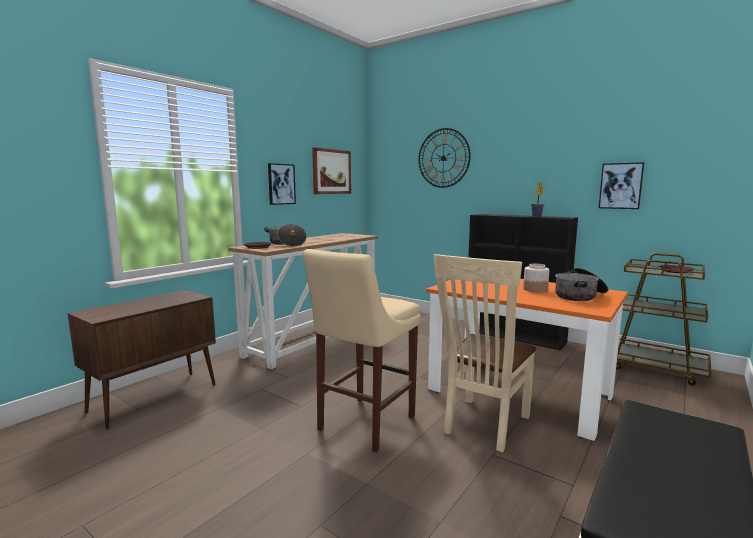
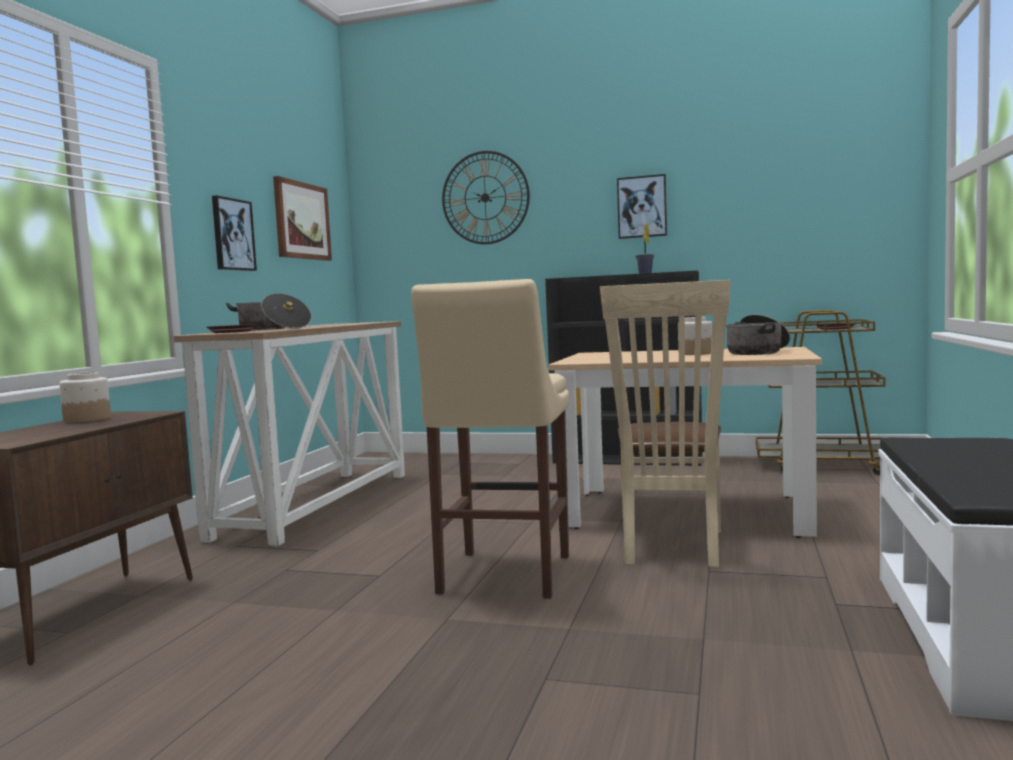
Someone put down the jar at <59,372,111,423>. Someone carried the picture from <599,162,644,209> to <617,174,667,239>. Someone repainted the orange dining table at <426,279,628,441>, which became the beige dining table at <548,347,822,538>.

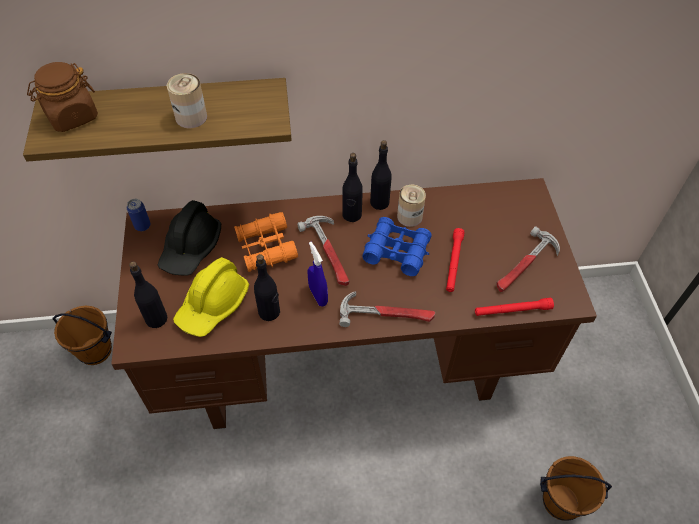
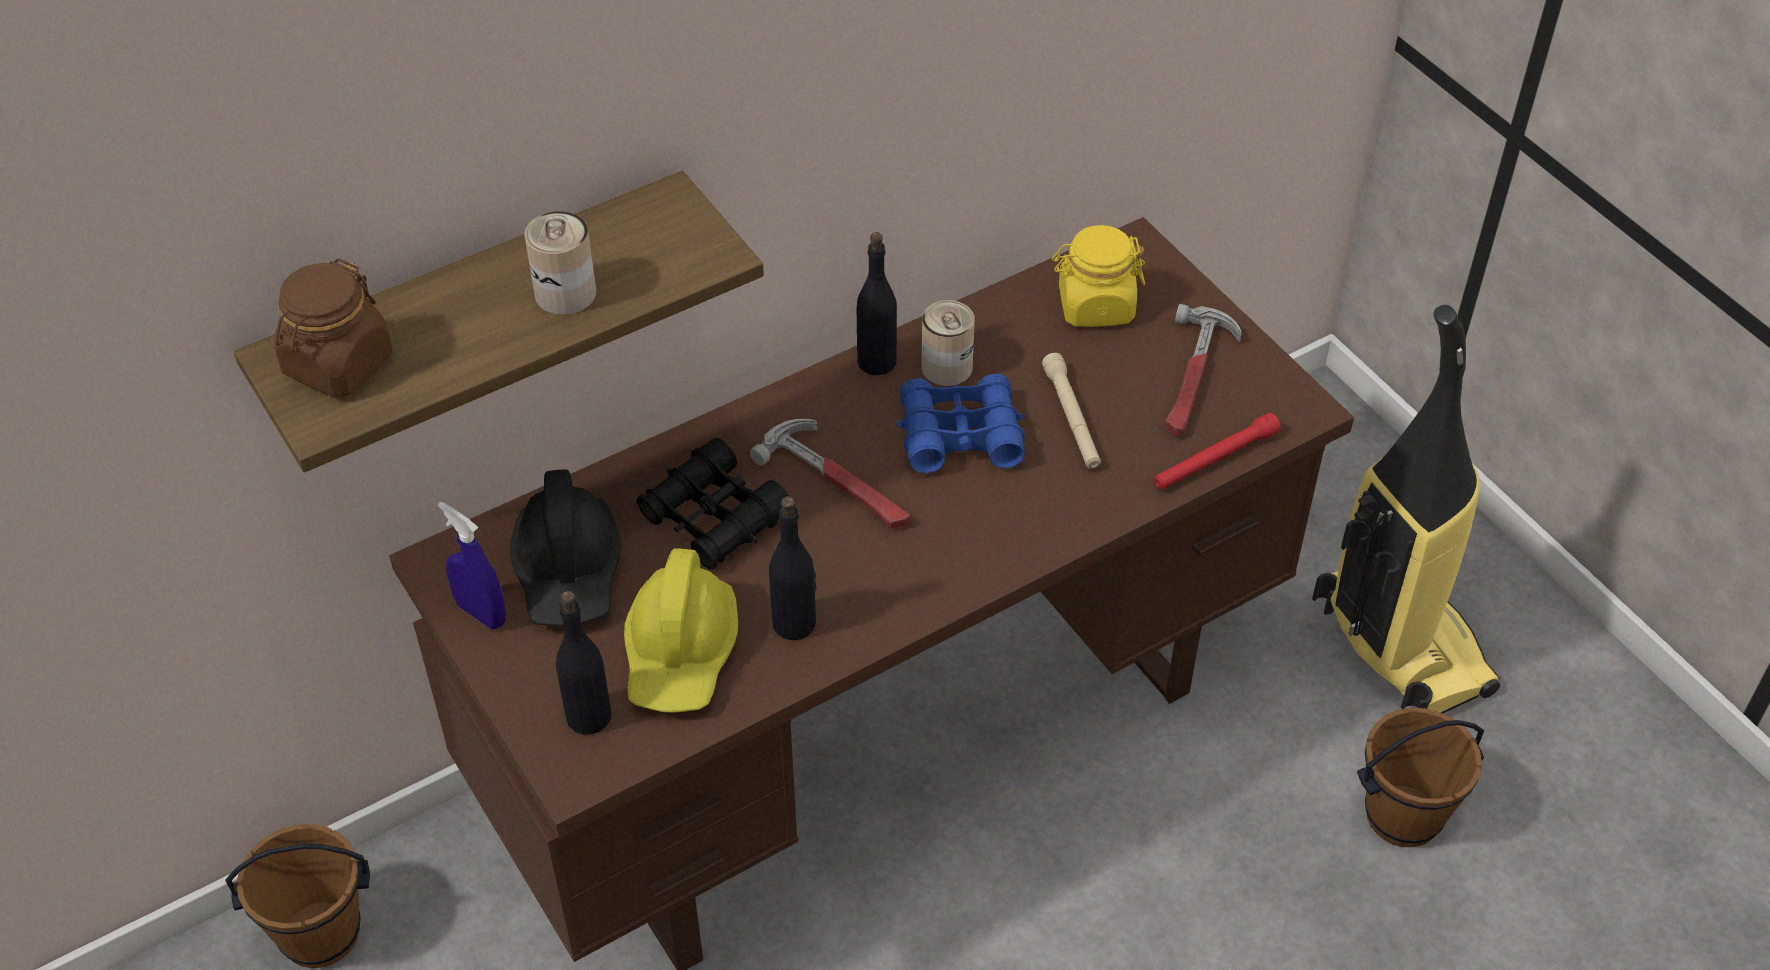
Someone took away the can at <127,199,151,231>. Someone took away the hammer at <339,291,435,327>. Someone took away the black bottle at <342,153,363,222>. Someone put down the yellow jar at <1052,225,1145,327>. Someone put down the vacuum cleaner at <1312,305,1500,713>. Someone carried the blue spray bottle from <307,242,328,307> to <438,502,506,629>. Someone repainted the orange binoculars at <234,212,298,272>, which became the black binoculars at <636,438,789,570>. Someone repainted the red flashlight at <446,228,465,292>, which became the beige flashlight at <1042,353,1101,469>.

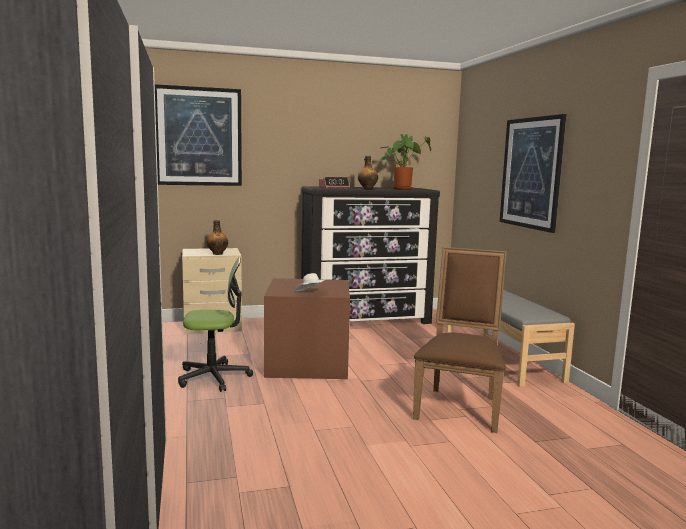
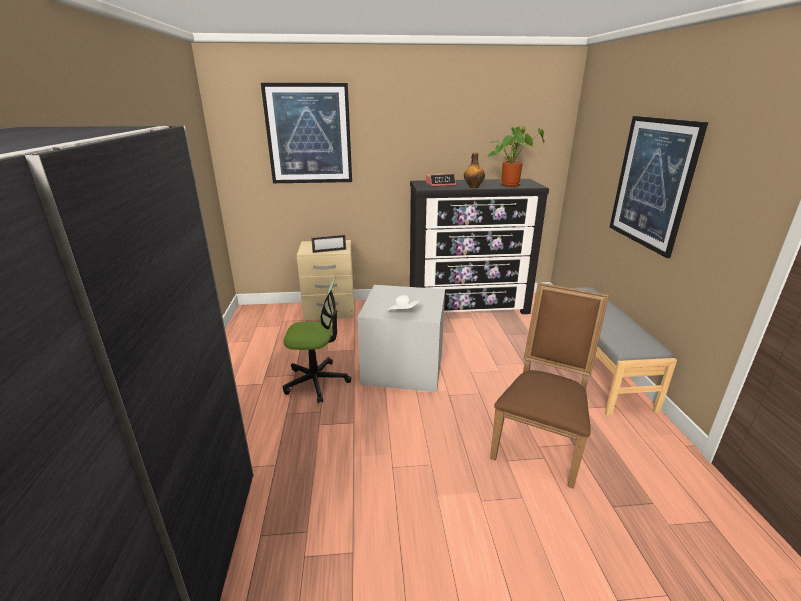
Someone swapped the bottle at <207,220,228,255> for the picture frame at <311,234,346,253>. Someone repainted the brown storage box at <264,278,350,379>, which became the grey storage box at <357,285,445,392>.

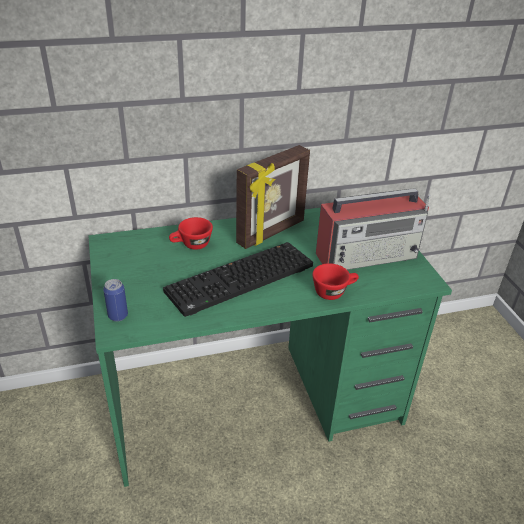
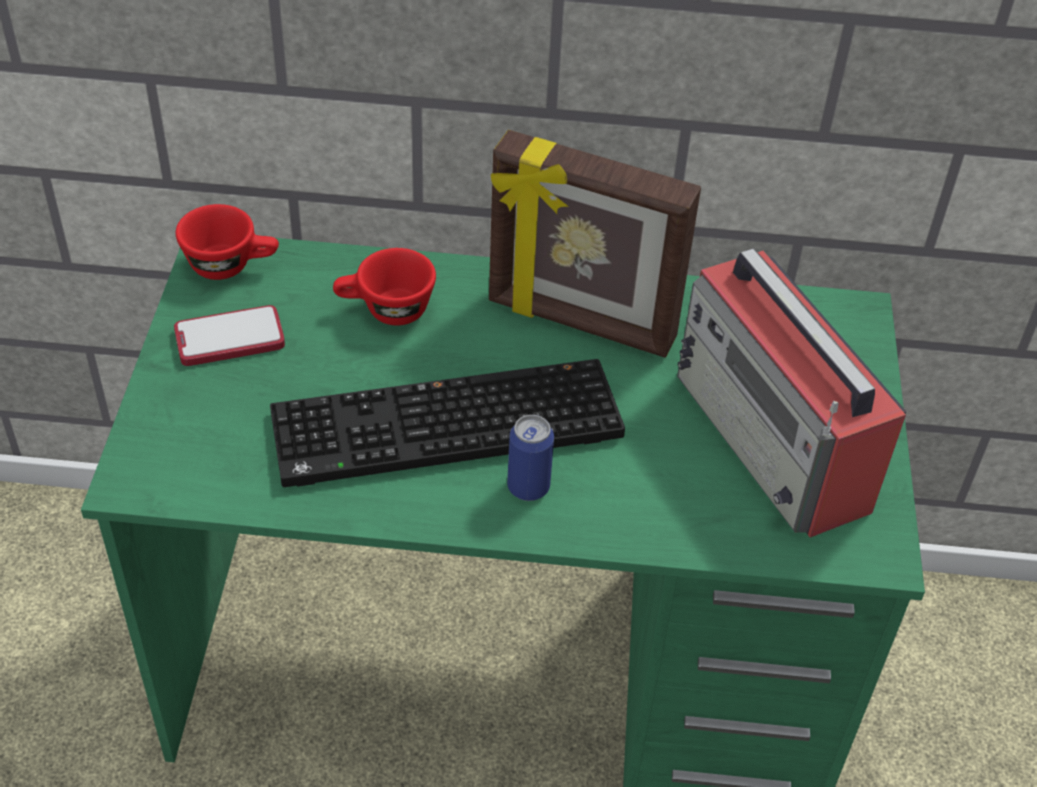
Someone put down the phone at <174,305,285,366>. Someone carried the can from <103,279,128,321> to <507,415,554,501>. Someone carried the red cup from <312,263,359,300> to <176,204,279,280>. Someone rotated the picture frame at <236,145,310,249> by 45 degrees clockwise. Someone rotated the radio at <316,188,430,270> by 60 degrees clockwise.

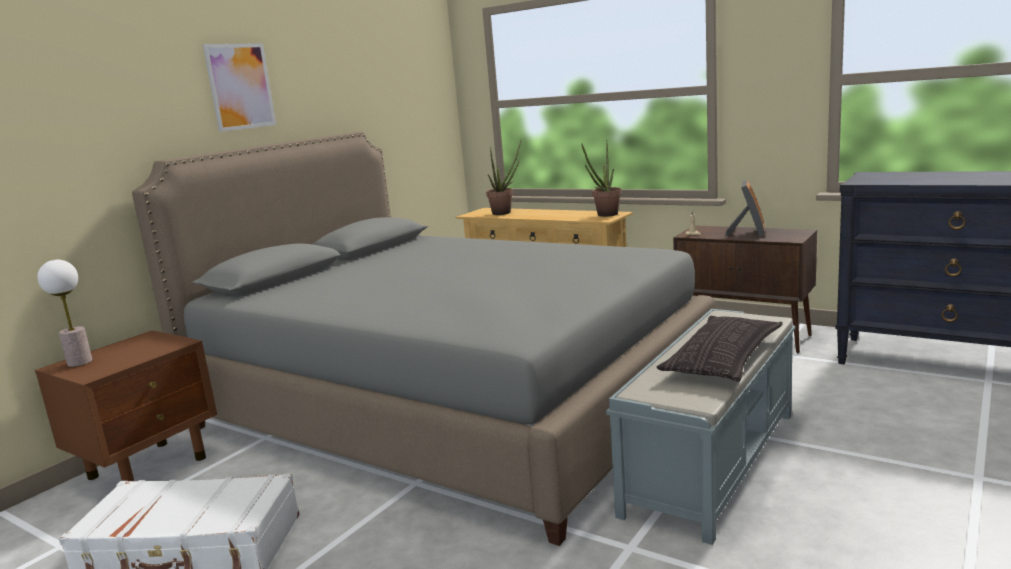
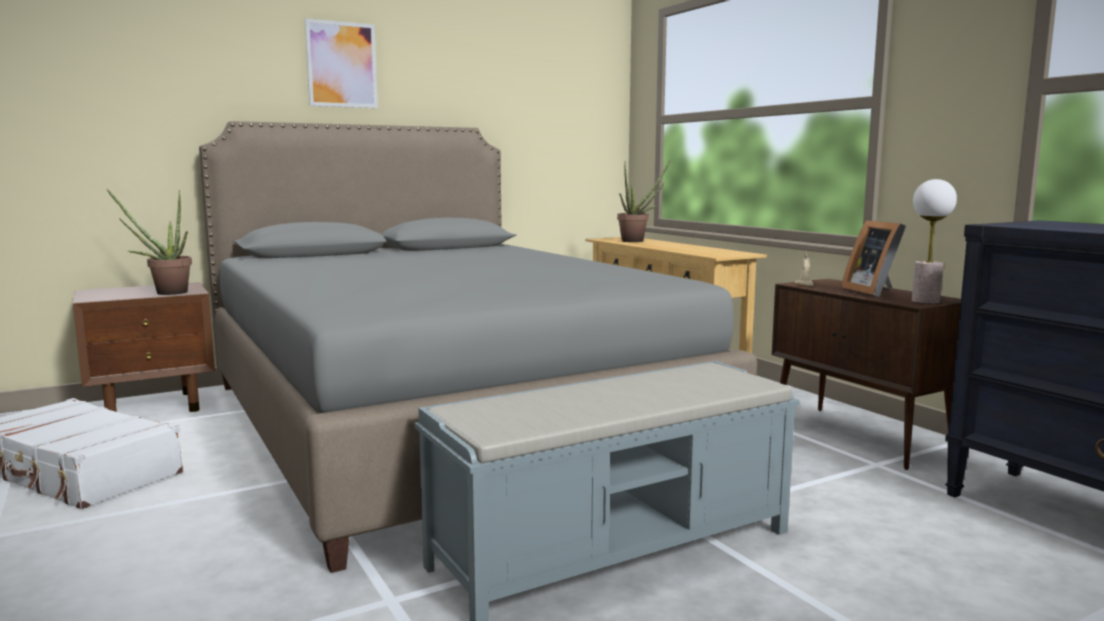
Someone took away the pillow at <657,316,783,382>. Someone carried the table lamp from <37,260,93,367> to <912,179,957,304>. Someone carried the potted plant from <581,143,621,217> to <107,189,192,295>. Someone rotated the picture frame at <725,180,765,237> by 120 degrees clockwise.

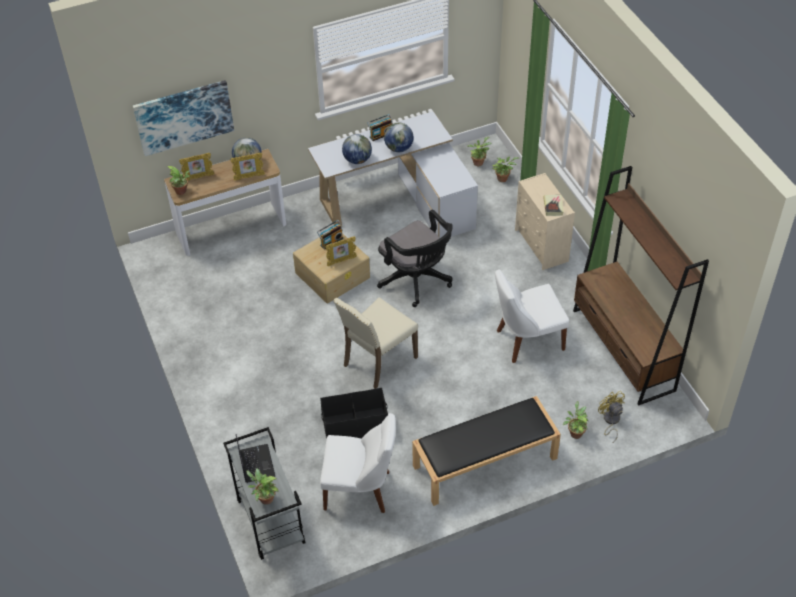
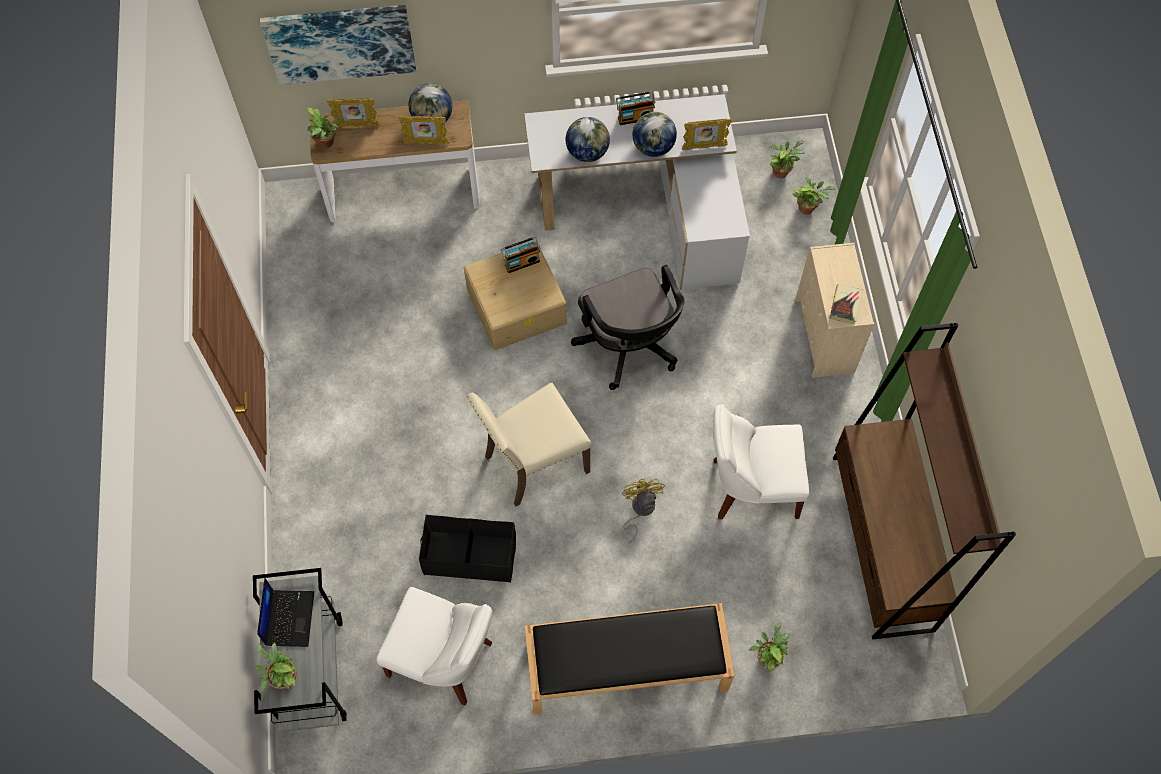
Someone carried the picture frame from <325,236,357,266> to <682,119,731,150>. Someone carried the yellow fan from <598,391,625,443> to <622,478,665,543>.

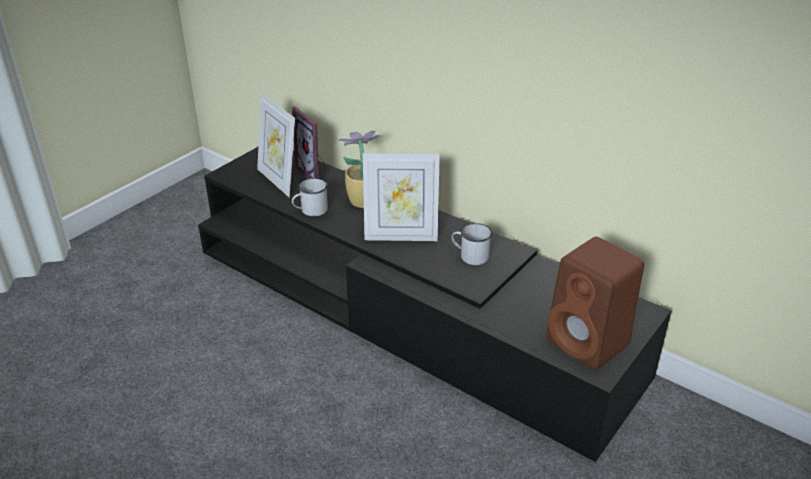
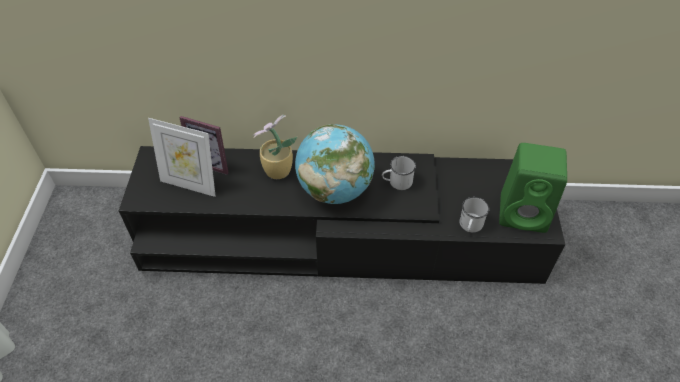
Someone carried the white mug from <292,178,328,216> to <459,197,489,233>. Someone swapped the picture frame at <363,153,440,241> for the globe at <295,124,375,204>. Someone repainted the brown speaker at <546,237,644,370>, which became the green speaker at <499,143,567,233>.

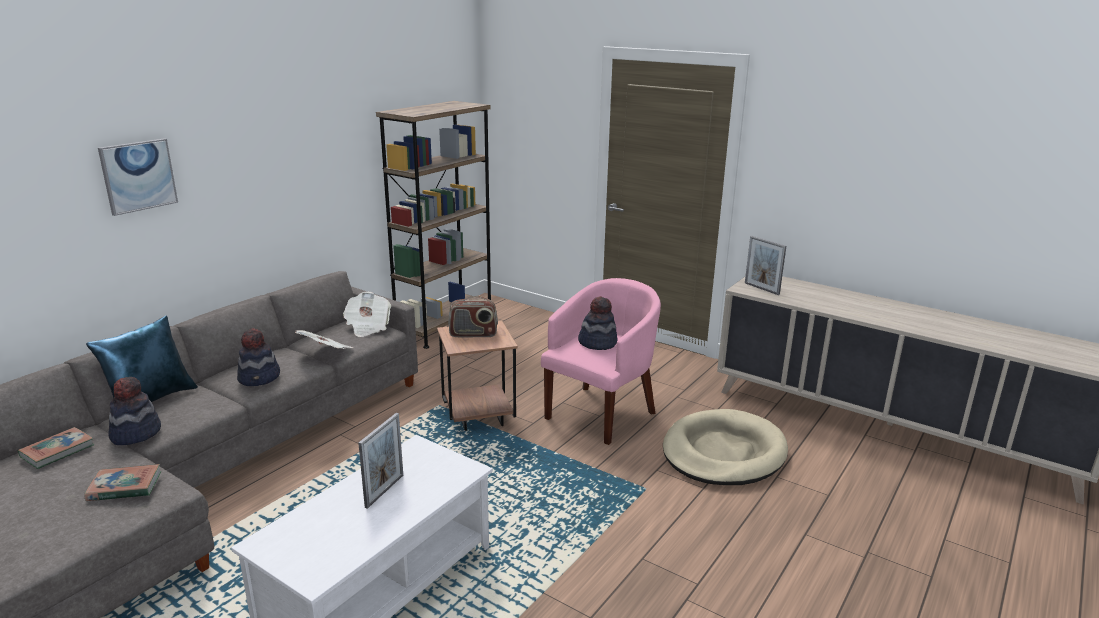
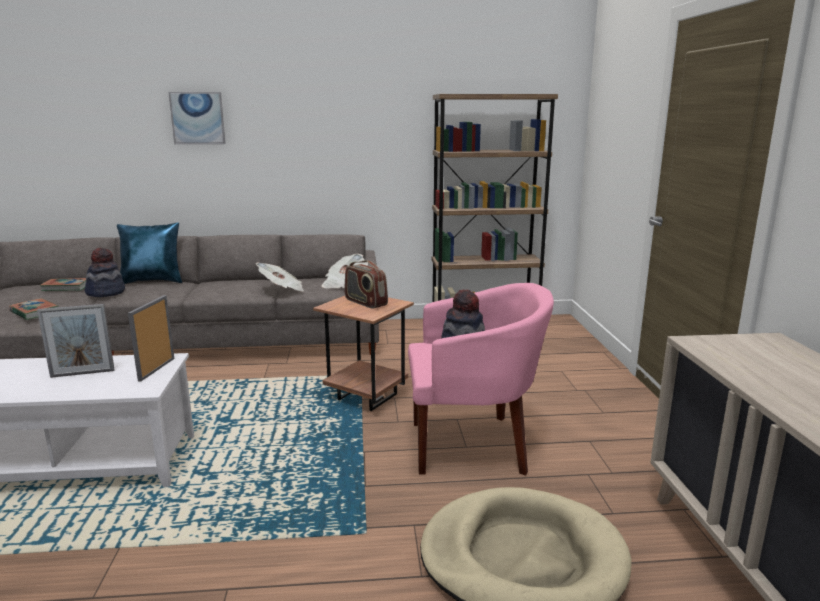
Someone took away the hat at <237,328,280,386>. Someone carried the picture frame from <745,236,786,295> to <128,295,174,382>.

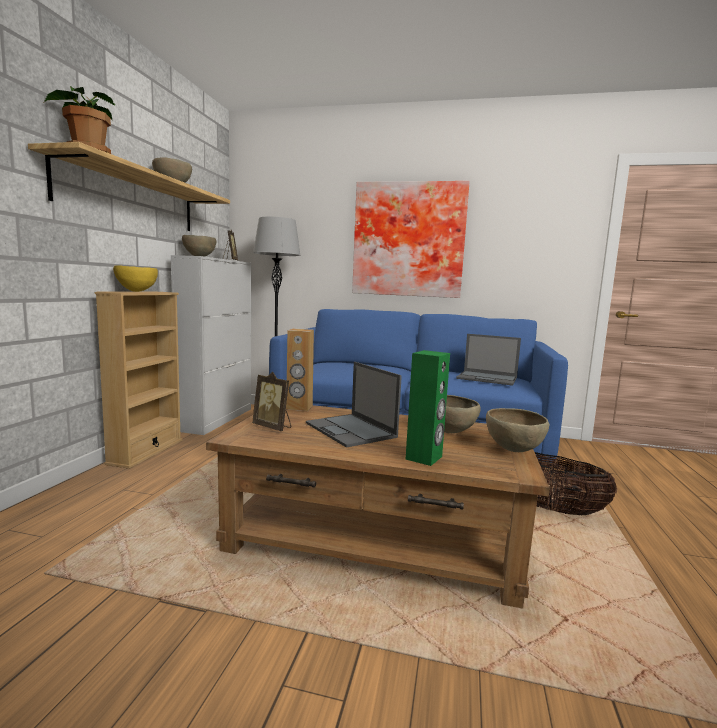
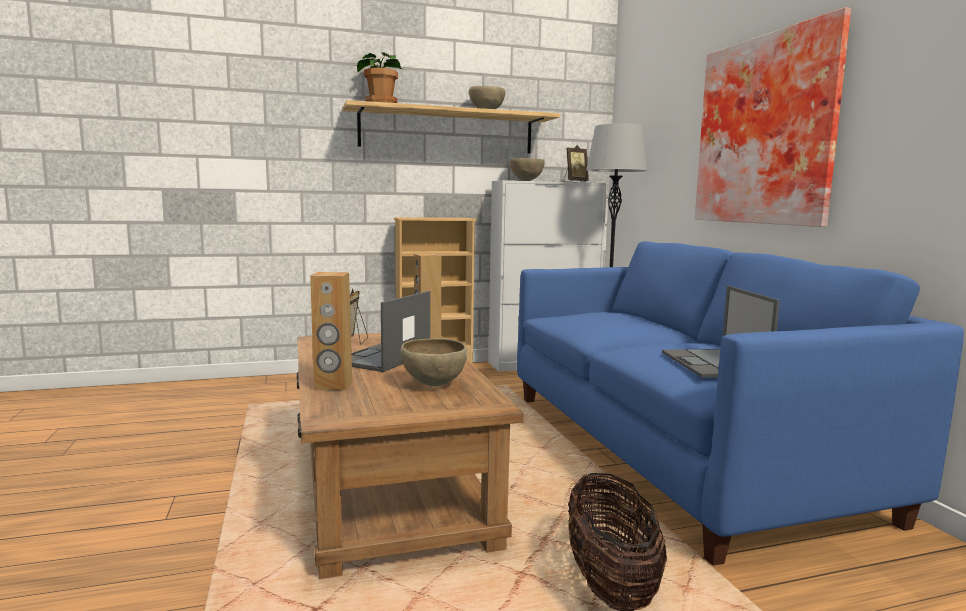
Someone took away the yellow bowl at <113,265,158,292>. Someone took away the brown bowl at <486,408,550,452>. Someone repainted the green speaker at <406,350,450,466>, which became the brown speaker at <310,272,352,390>.

